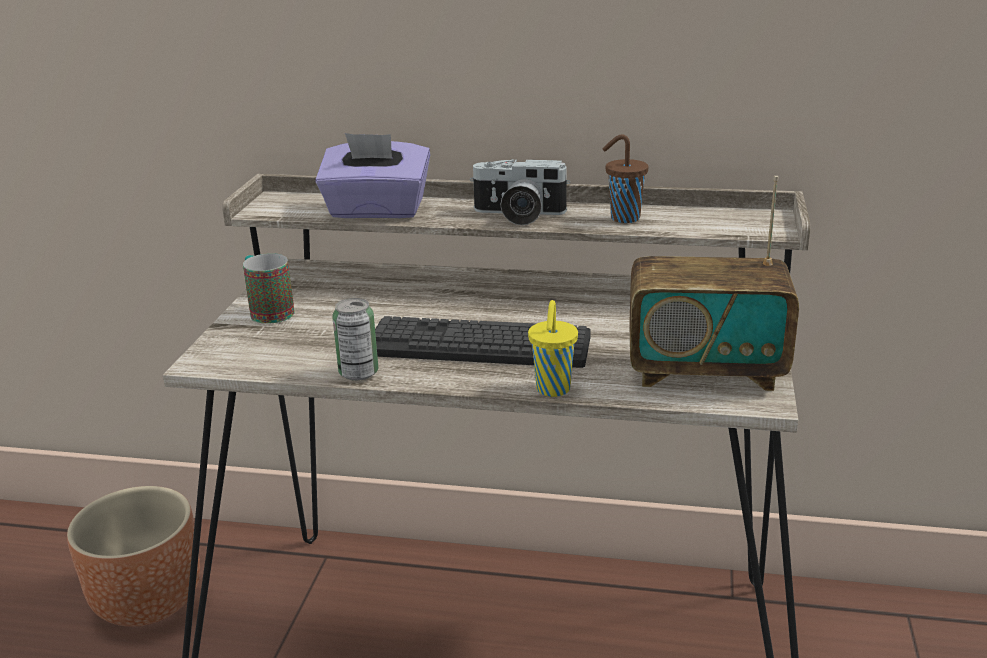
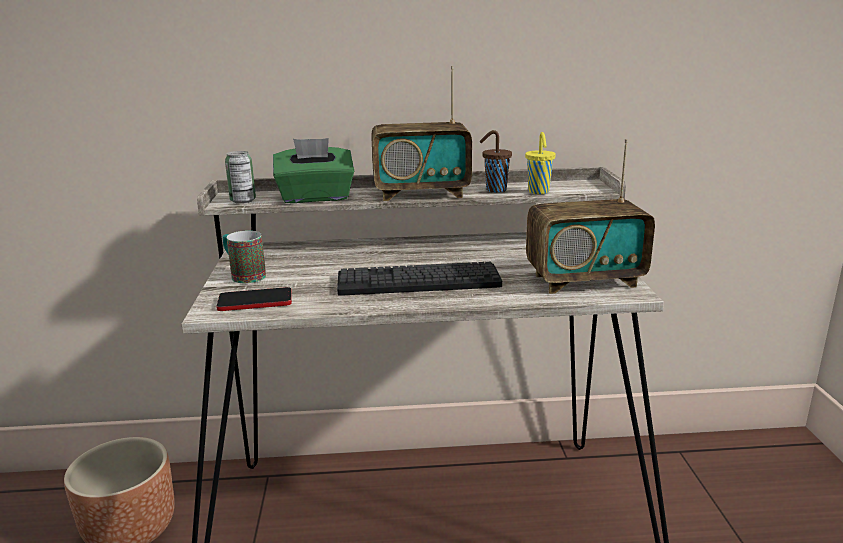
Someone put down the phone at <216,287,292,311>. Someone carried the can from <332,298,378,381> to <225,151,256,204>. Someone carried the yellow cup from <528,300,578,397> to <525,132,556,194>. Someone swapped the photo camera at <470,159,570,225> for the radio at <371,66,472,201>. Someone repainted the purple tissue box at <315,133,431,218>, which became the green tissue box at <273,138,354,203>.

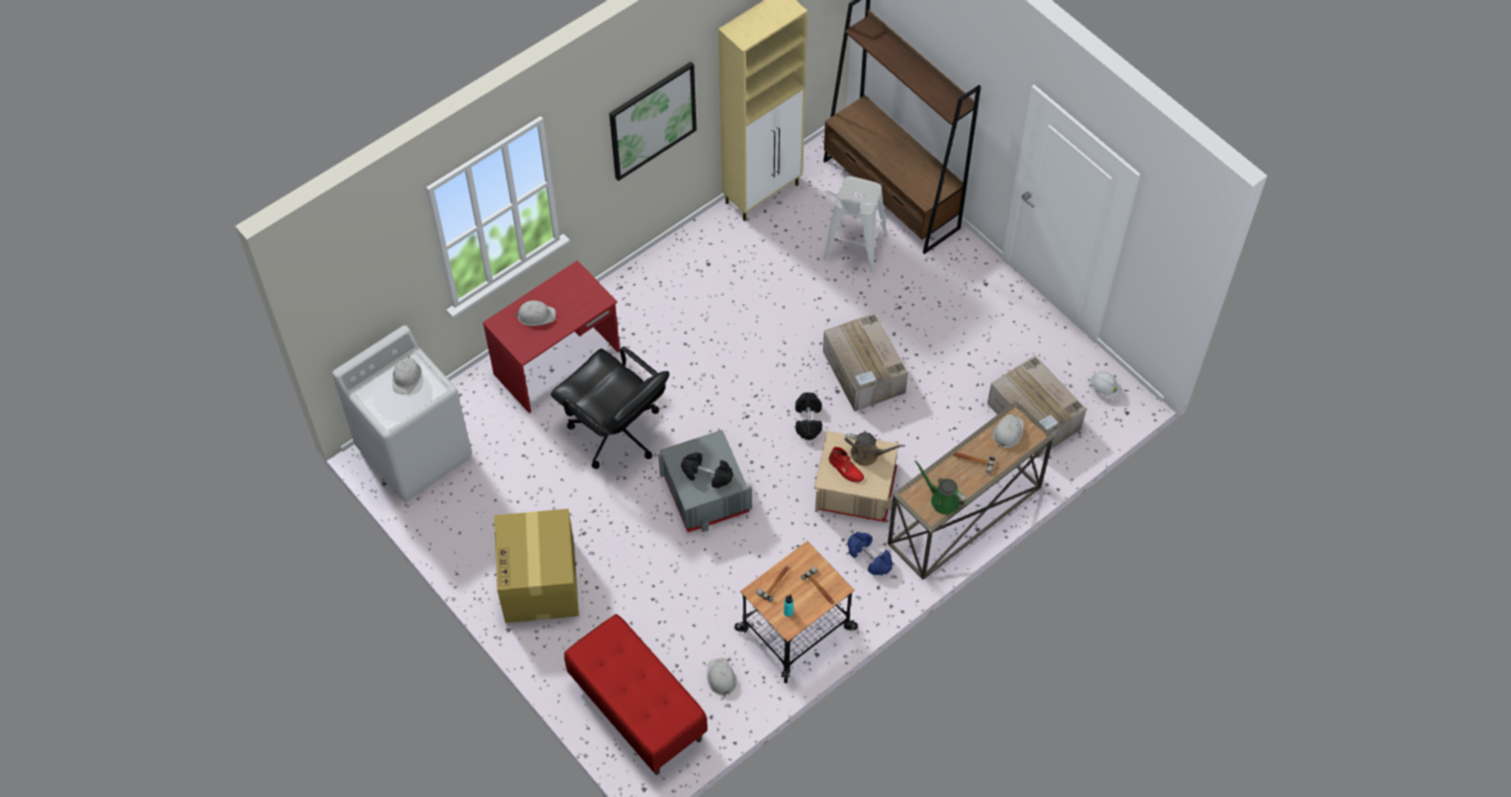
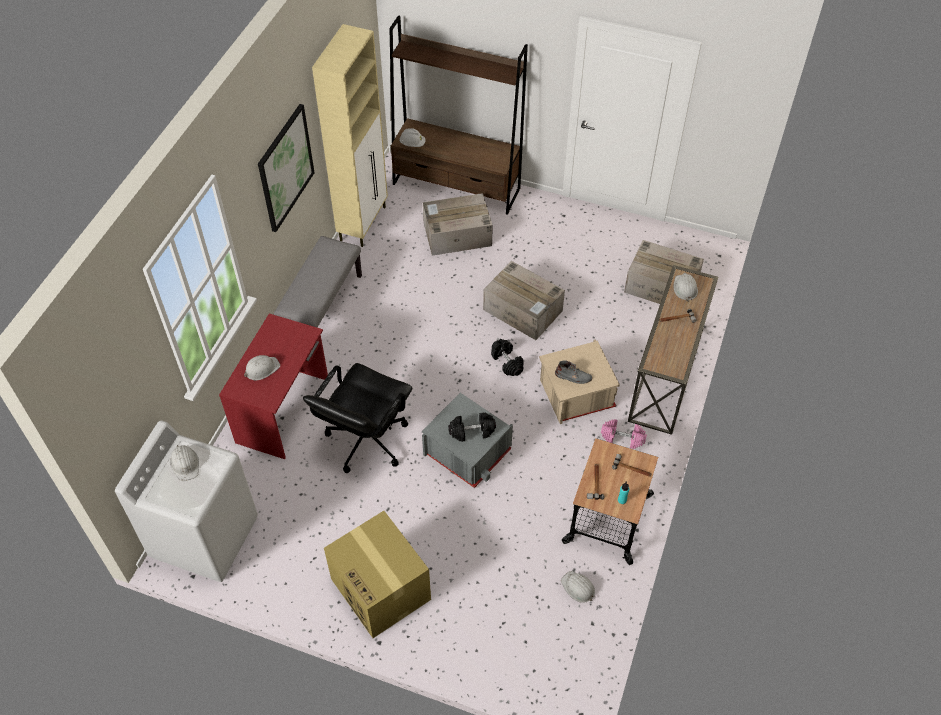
Someone took away the red bench at <564,614,707,775>. Someone took away the brown watering can at <844,432,905,466>. Someone took away the green watering can at <914,460,967,515>. Someone put down the grey bench at <274,236,362,328>. Someone carried the white hard hat from <1090,371,1121,400> to <399,128,426,147>. Someone swapped the white stool at <823,176,887,273> for the cardboard box at <423,193,493,256>. Someone repainted the red boot at <829,447,864,483>, which became the grey boot at <555,360,592,384>. Someone repainted the blue dumbbell at <848,532,893,575>, which became the pink dumbbell at <601,419,647,449>. Someone rotated the black office chair at <551,346,669,469> by 105 degrees clockwise.

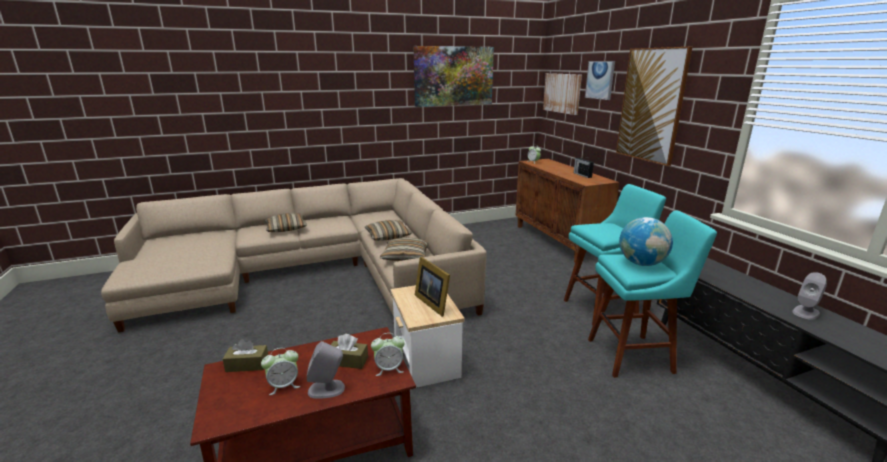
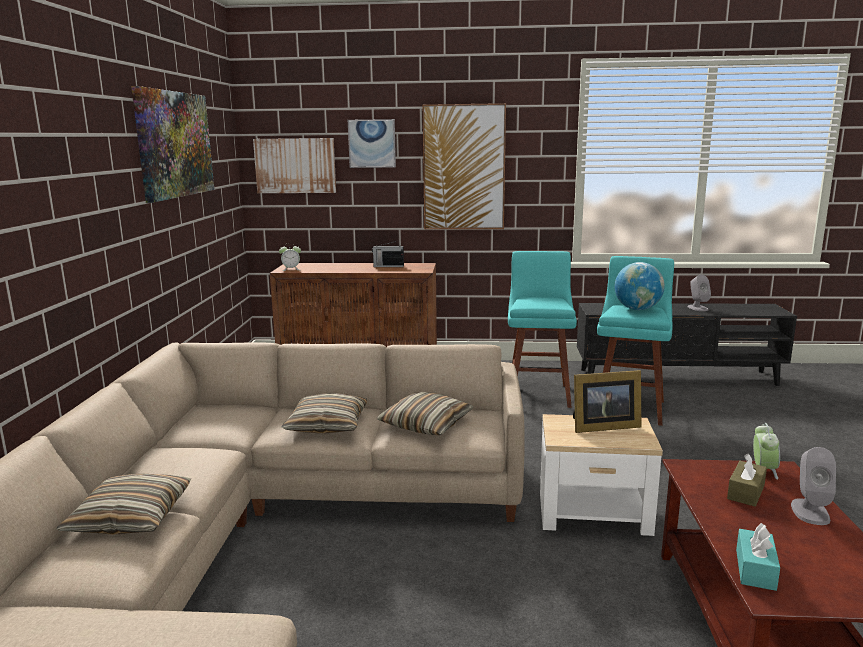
Someone took away the alarm clock at <261,348,300,395>. Someone repainted the brown tissue box at <223,339,268,372>, which became the turquoise tissue box at <736,523,780,591>.

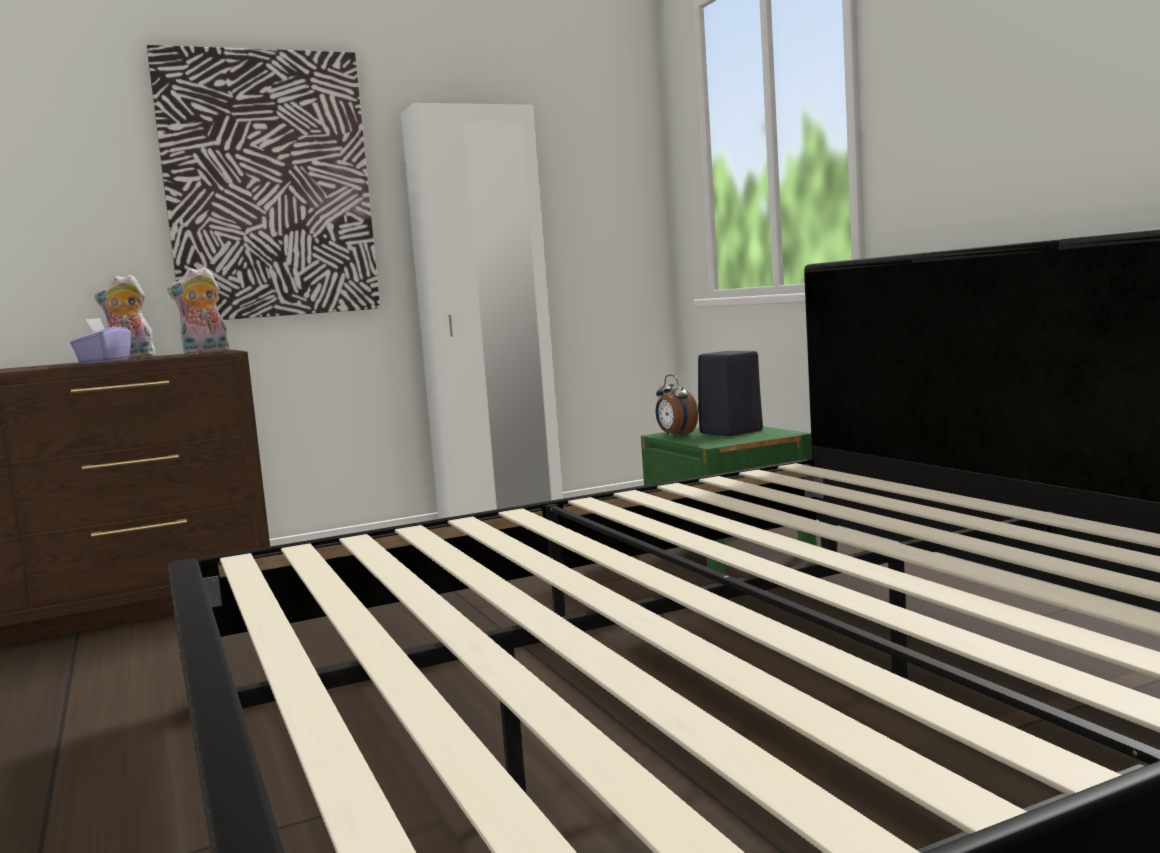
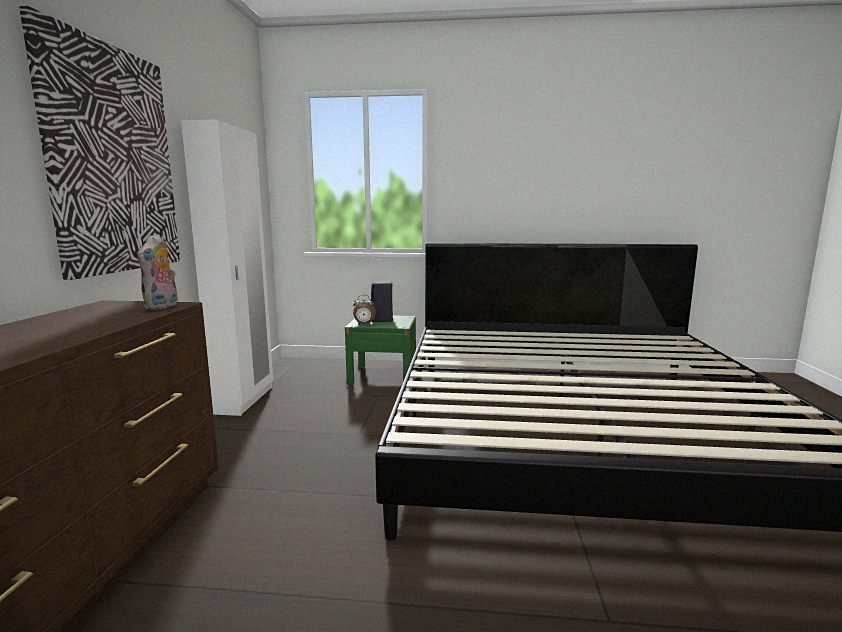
Someone took away the purple tissue box at <70,318,131,364>. Someone took away the plush toy at <94,274,156,358>.

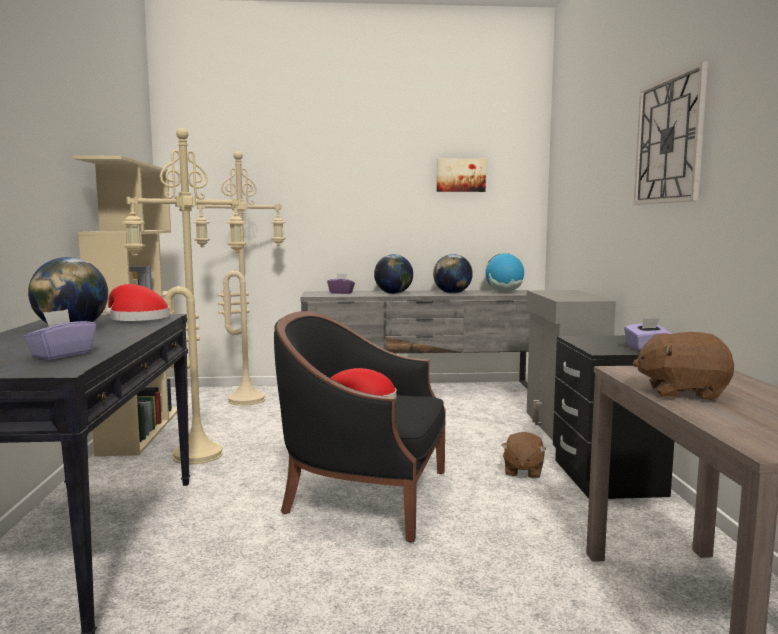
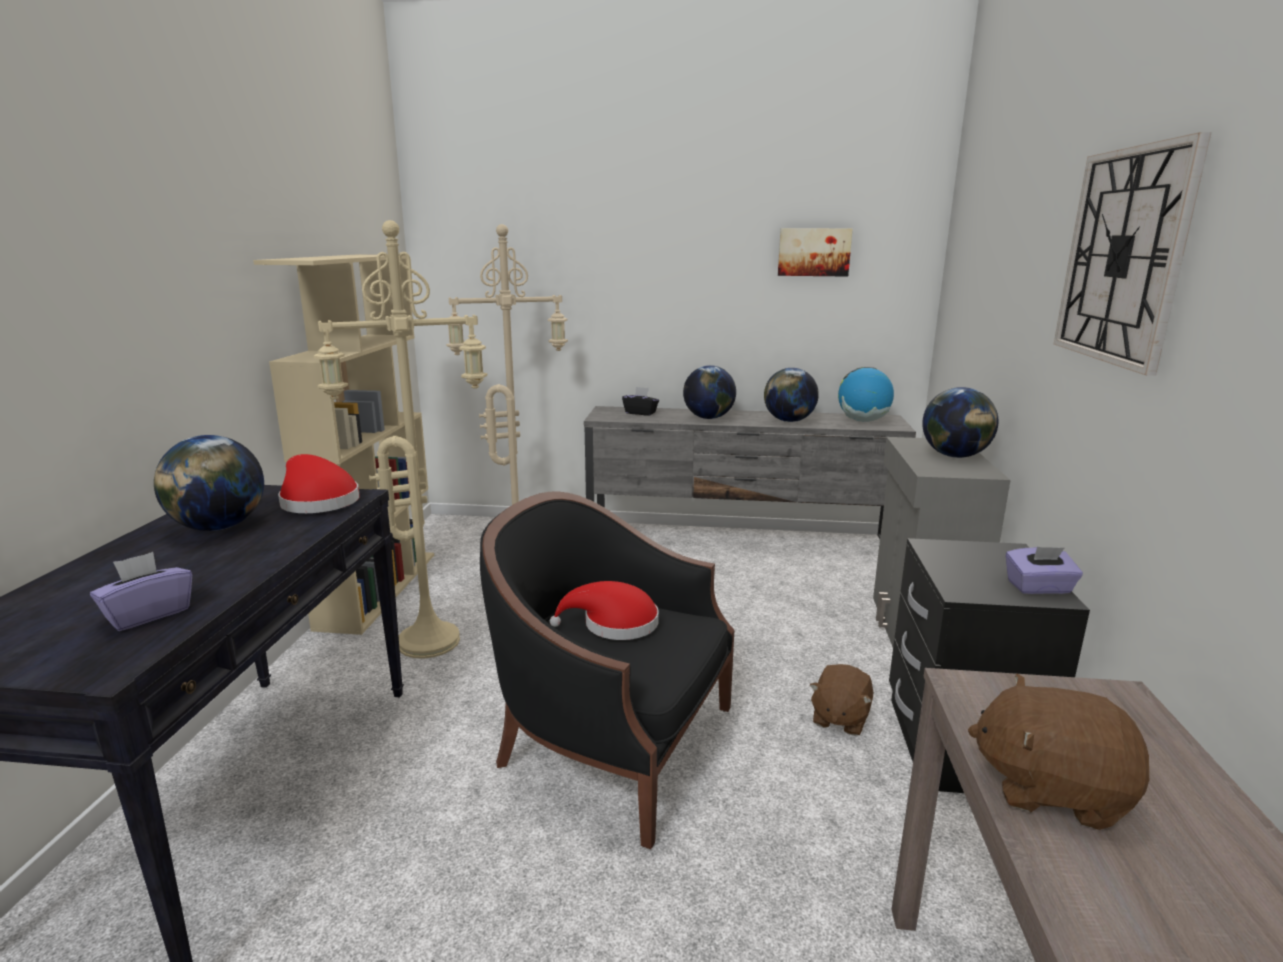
Someone put down the globe at <922,387,998,458>. Someone repainted the purple tissue box at <327,273,355,294>, which became the black tissue box at <622,387,659,416>.

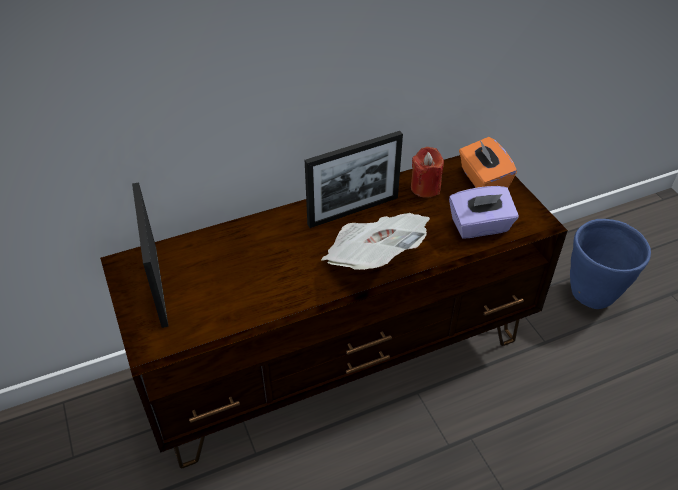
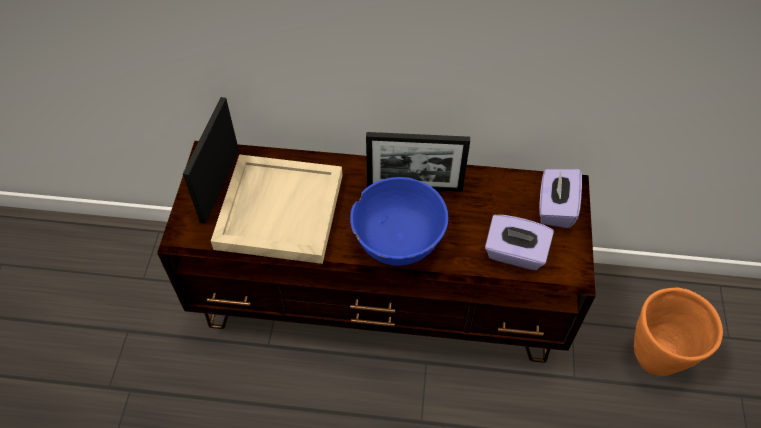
Someone took away the red candle at <411,147,444,198>. Someone put down the beige tray at <211,154,342,264>. Someone swapped the newspaper at <321,213,430,270> for the blue bowl at <350,177,448,266>. Someone repainted the orange tissue box at <459,137,517,188>, which became the purple tissue box at <539,169,582,228>. Someone repainted the blue planter at <570,219,651,309>, which became the orange planter at <634,288,723,376>.

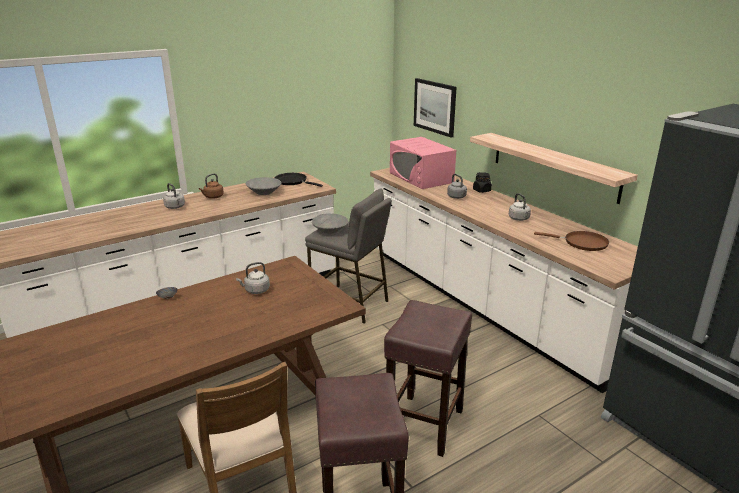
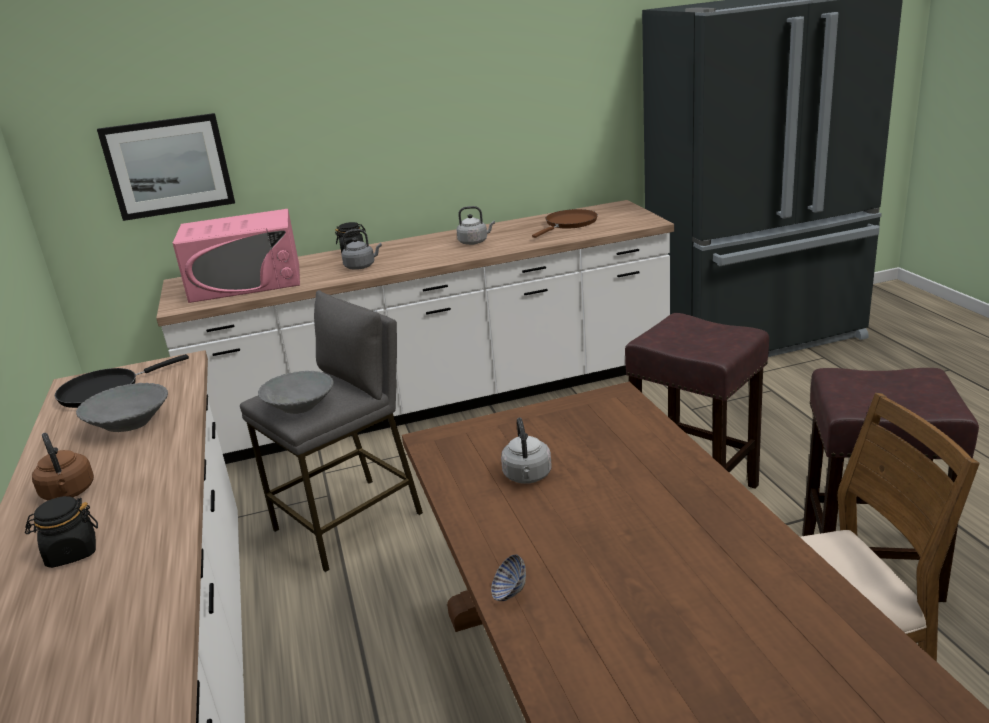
Someone took away the shelf at <470,133,638,204>. Someone swapped the grey kettle at <163,183,185,209> for the black jar at <25,496,98,568>.

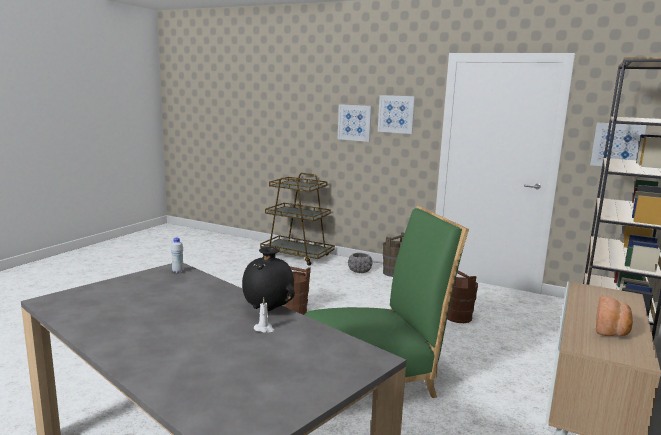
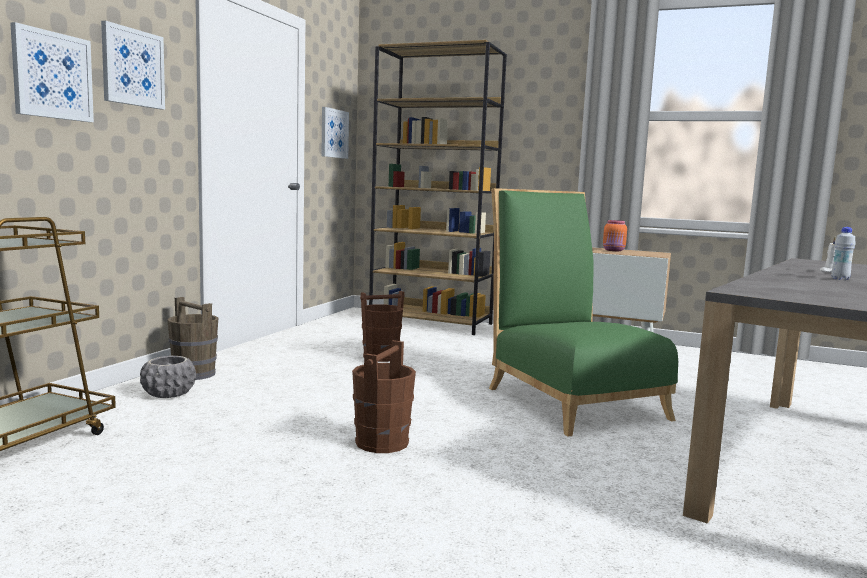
Someone took away the black vase at <242,247,295,311>. Someone carried the white bottle from <171,238,184,274> to <831,227,856,280>. Someone swapped the bread at <596,296,633,336> for the orange jar at <603,220,627,251>.

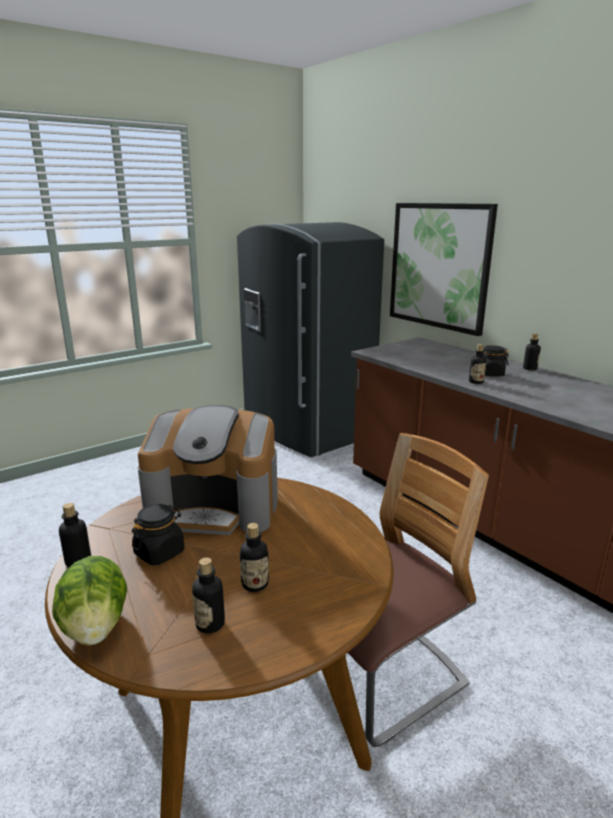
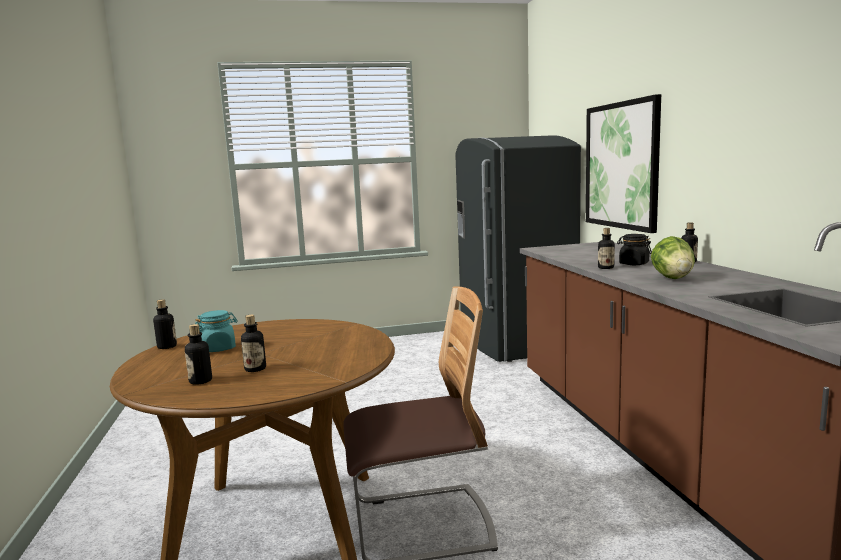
Someone took away the coffee machine at <138,405,278,535>. Someone carried the lettuce from <52,556,127,645> to <651,236,695,279>. Someone repainted the black jar at <132,504,184,565>, which became the turquoise jar at <195,310,238,352>.

